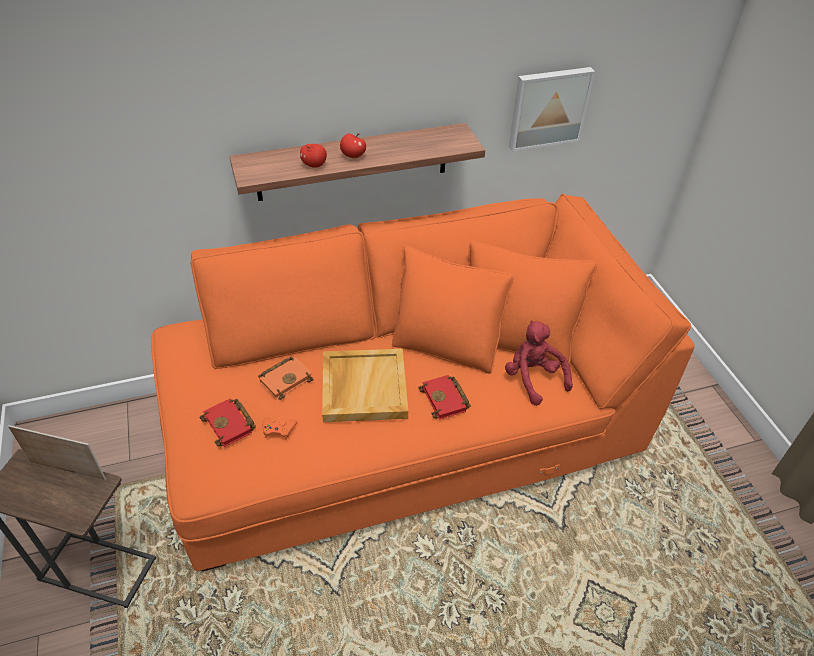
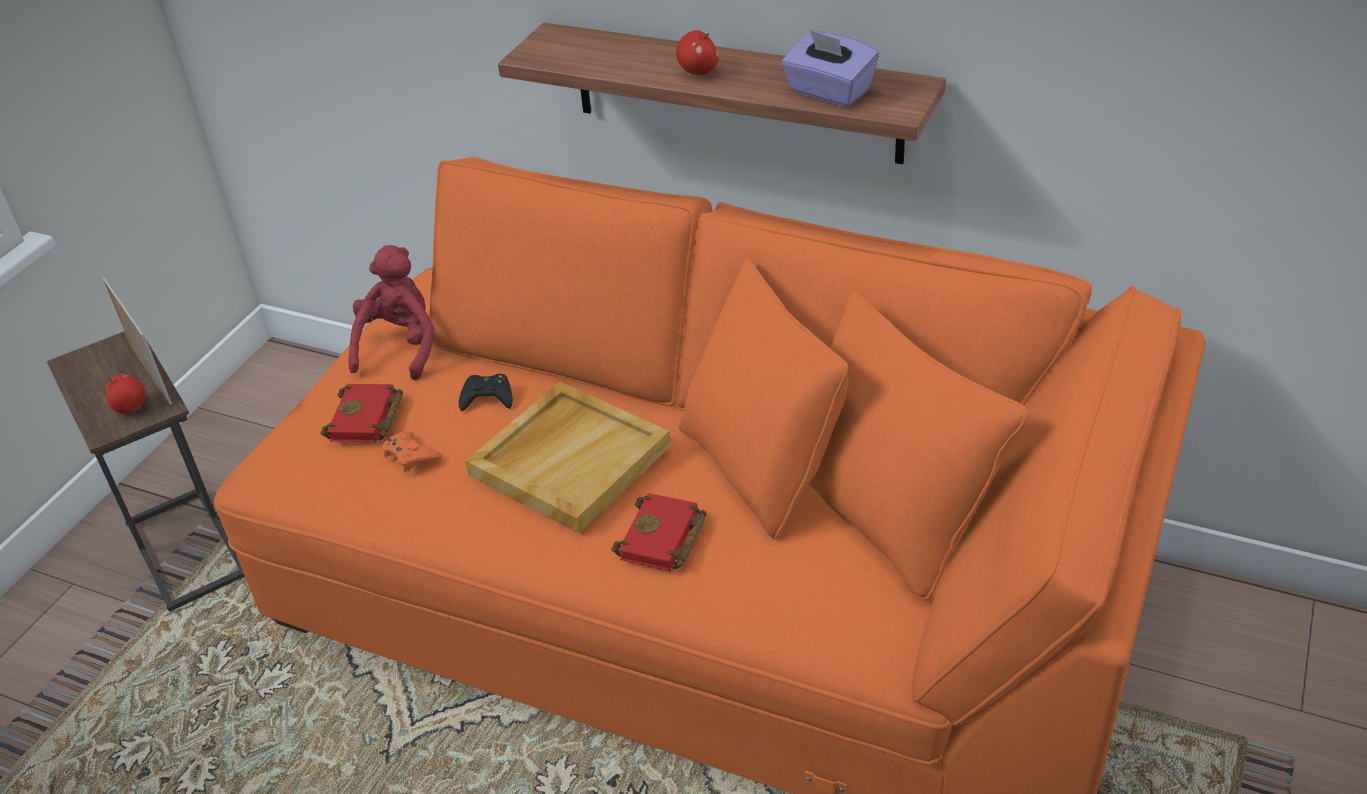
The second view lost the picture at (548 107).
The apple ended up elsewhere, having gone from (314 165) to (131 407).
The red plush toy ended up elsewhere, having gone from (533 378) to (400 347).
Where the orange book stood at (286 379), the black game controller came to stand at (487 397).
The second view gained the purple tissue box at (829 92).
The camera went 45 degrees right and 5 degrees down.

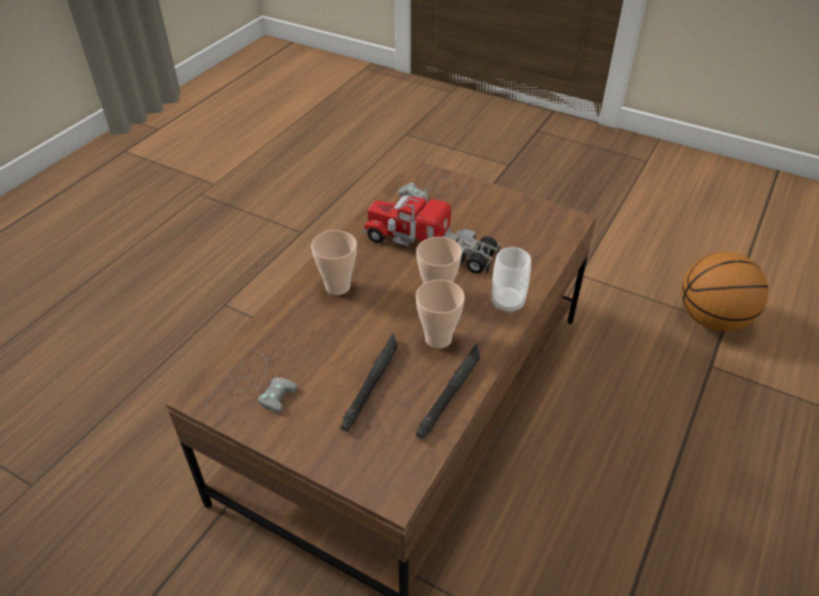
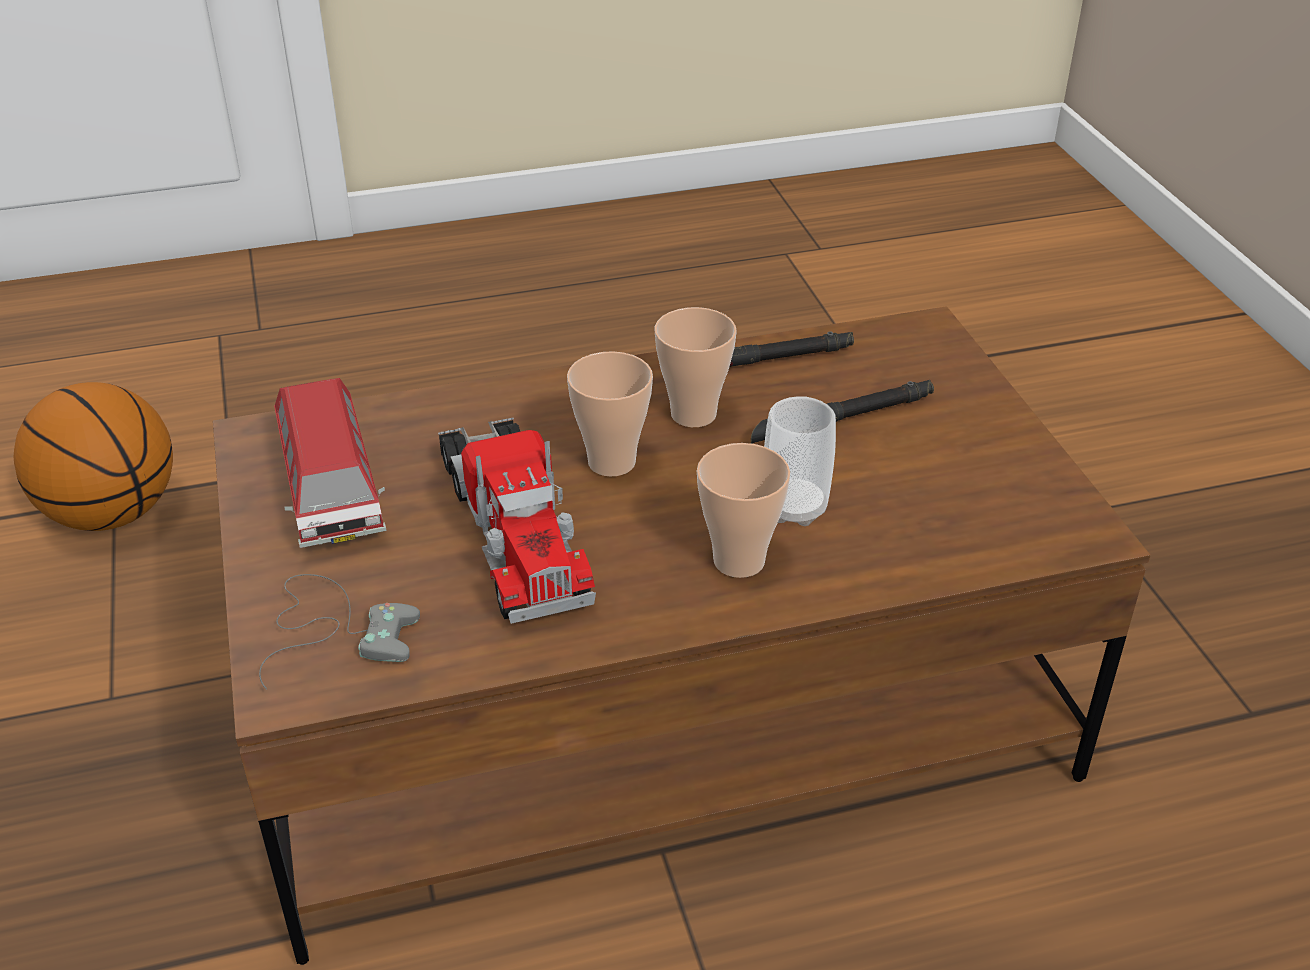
The cup ended up elsewhere, having gone from (507 303) to (794 508).
The second view lost the grey game controller at (254 383).
The second view gained the toy car at (331 491).
The camera went 135 degrees left and 5 degrees down.

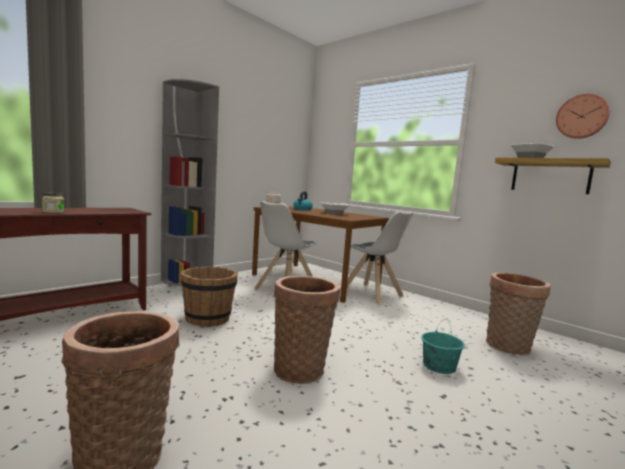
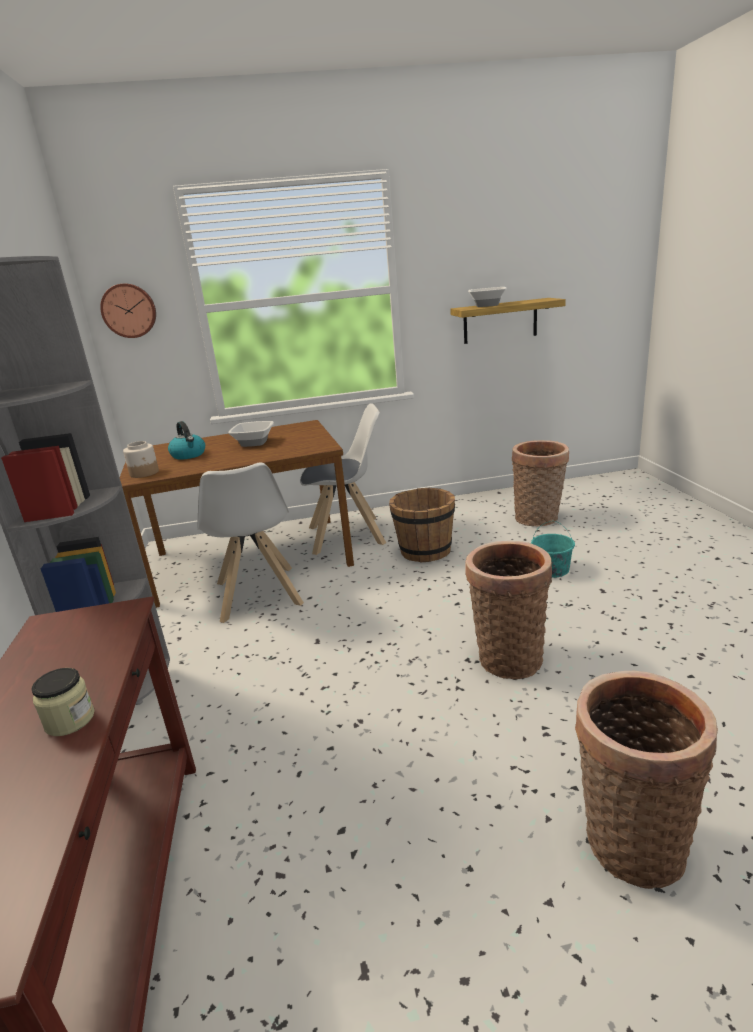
The wall clock ended up elsewhere, having gone from (582 116) to (129 310).
The brown bucket ended up elsewhere, having gone from (208 318) to (425 551).
The camera went 50 degrees left and 15 degrees up.

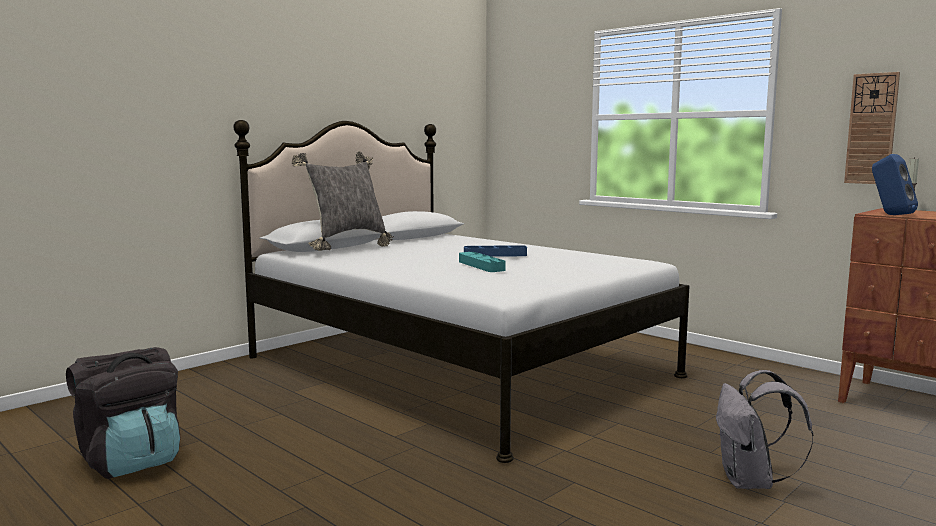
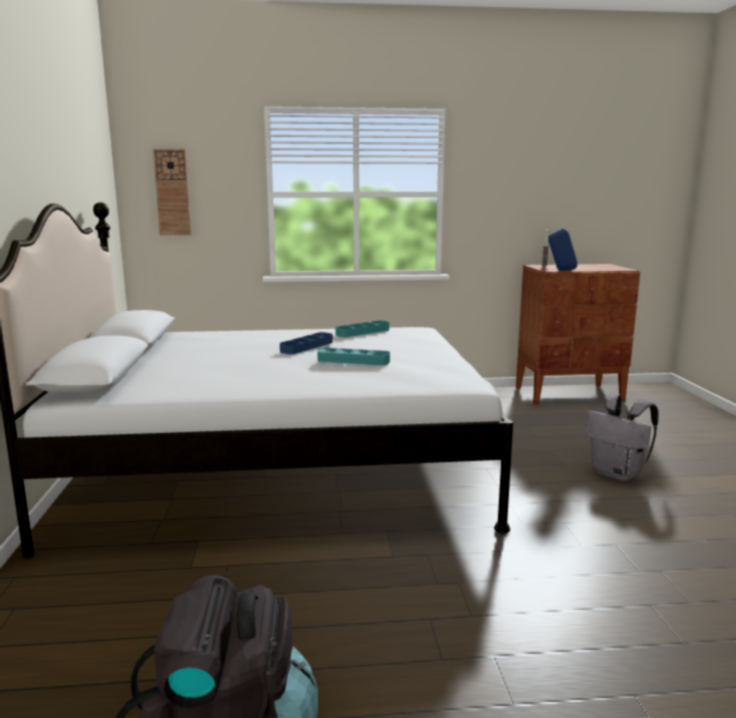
The wall clock ended up elsewhere, having gone from (871 129) to (172 192).
The second view lost the pillow at (345 249).
The second view gained the turquoise tray at (362 332).
The camera went 50 degrees left and 5 degrees up.

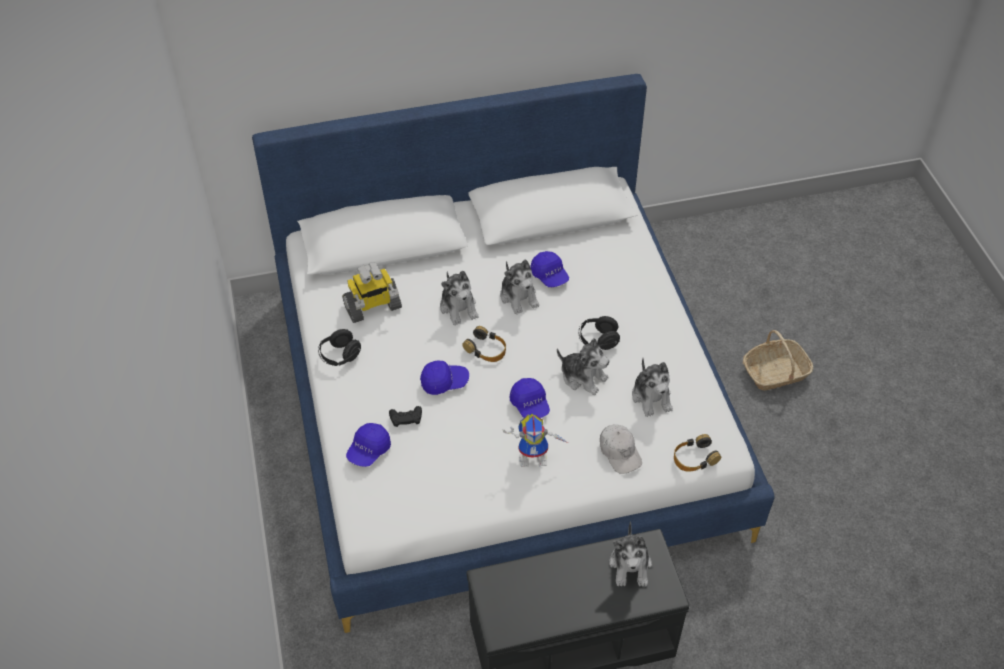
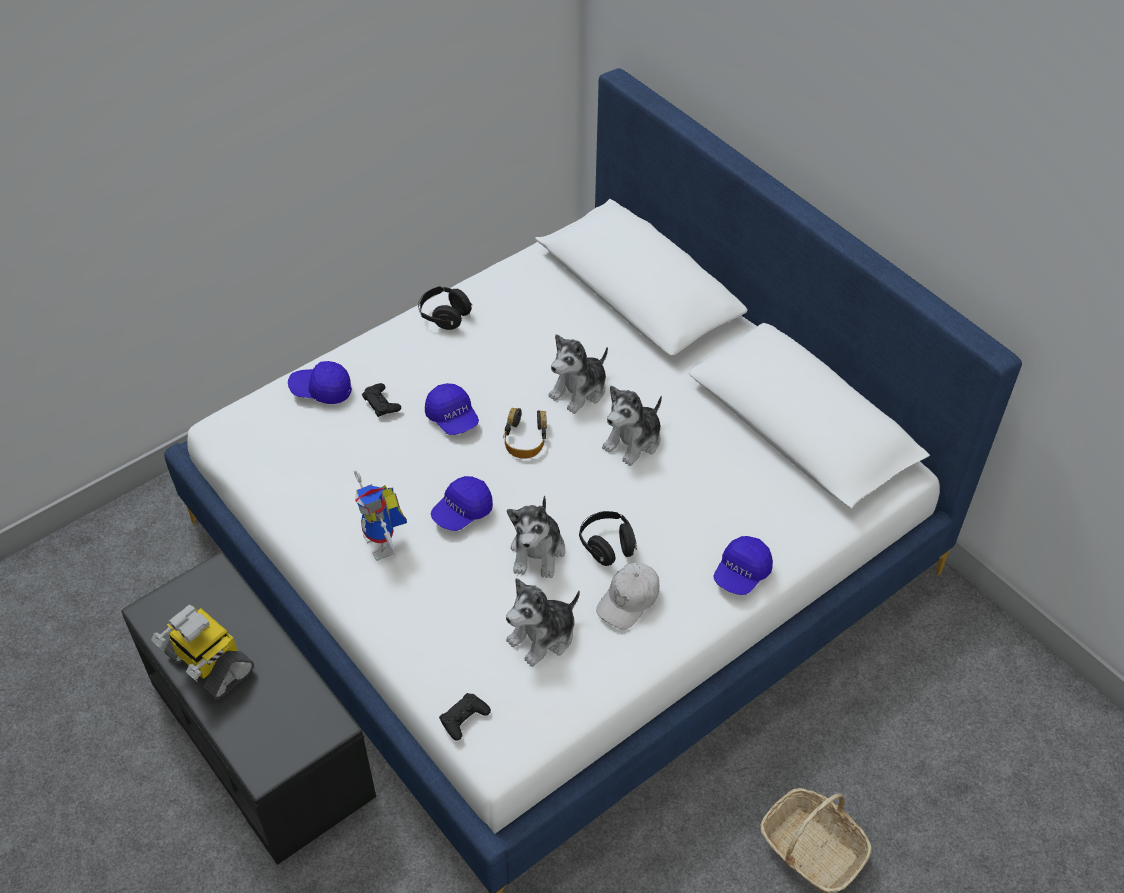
The blue cap ended up elsewhere, having gone from (549 276) to (741 573).
The toy robot ended up elsewhere, having gone from (372 307) to (208 664).
The white cap ended up elsewhere, having gone from (619 452) to (629 600).
Where the headphones stood at (694 458), the black game controller came to stand at (464 718).
The second view lost the plush toy at (630 565).
The camera went 65 degrees right and 0 degrees up.

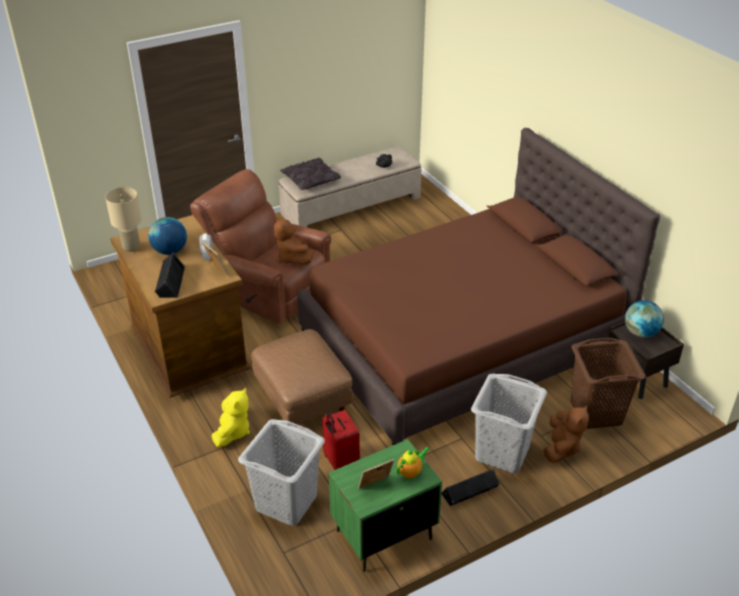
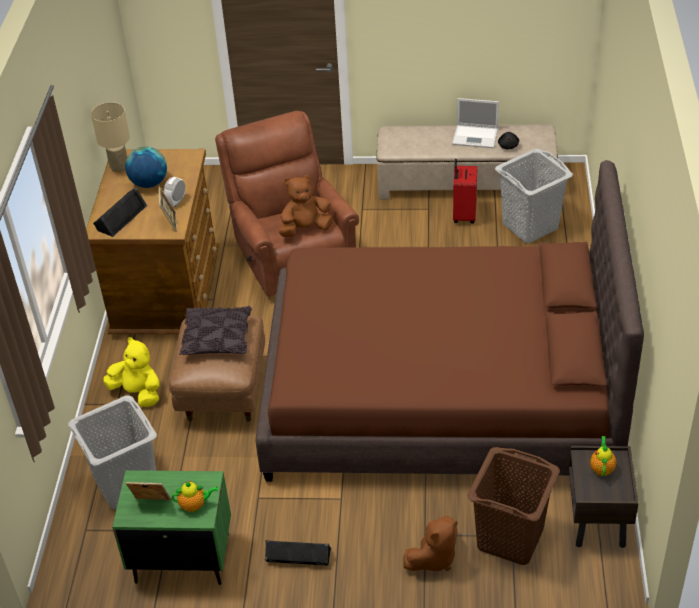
The black pillow ended up elsewhere, having gone from (310 180) to (217 338).
The brown plush toy at (293 258) ended up facing another way, 60 degrees clockwise from before.
Where the globe stood at (640 333), the teapot came to stand at (602 468).
The grey laundry basket ended up elsewhere, having gone from (502 452) to (530 226).
The yellow plush toy at (232 432) ended up facing another way, 105 degrees counterclockwise from before.
The red suitcase ended up elsewhere, having gone from (340 463) to (463 215).
The second view gained the laptop at (476 136).
The camera went 35 degrees right and 5 degrees up.

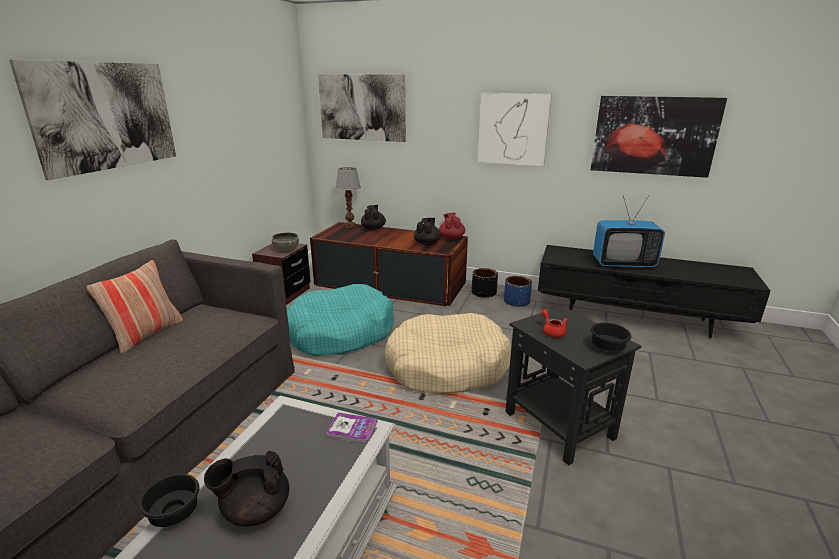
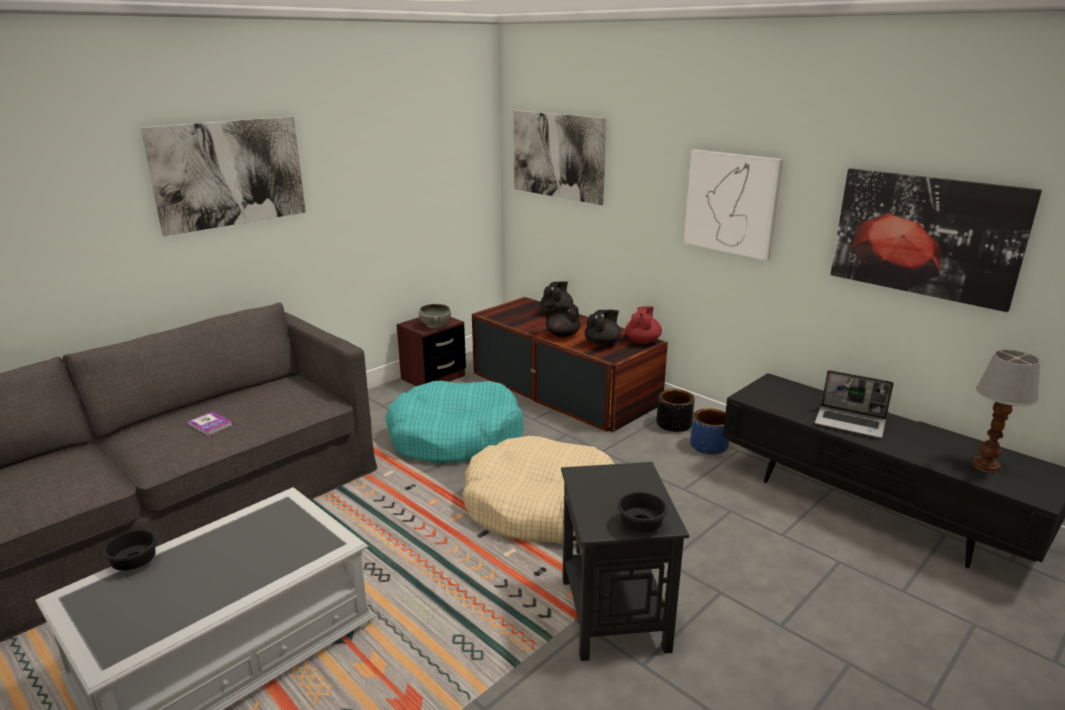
The table lamp ended up elsewhere, having gone from (350 225) to (985 465).
Where the television stood at (623 264), the laptop came to stand at (851 423).
The second view lost the pillow at (146 334).
The second view lost the red teapot at (552 331).
The book ended up elsewhere, having gone from (352 429) to (210 424).
The black teapot ended up elsewhere, having gone from (255 510) to (561 335).
The camera went 25 degrees right and 0 degrees up.

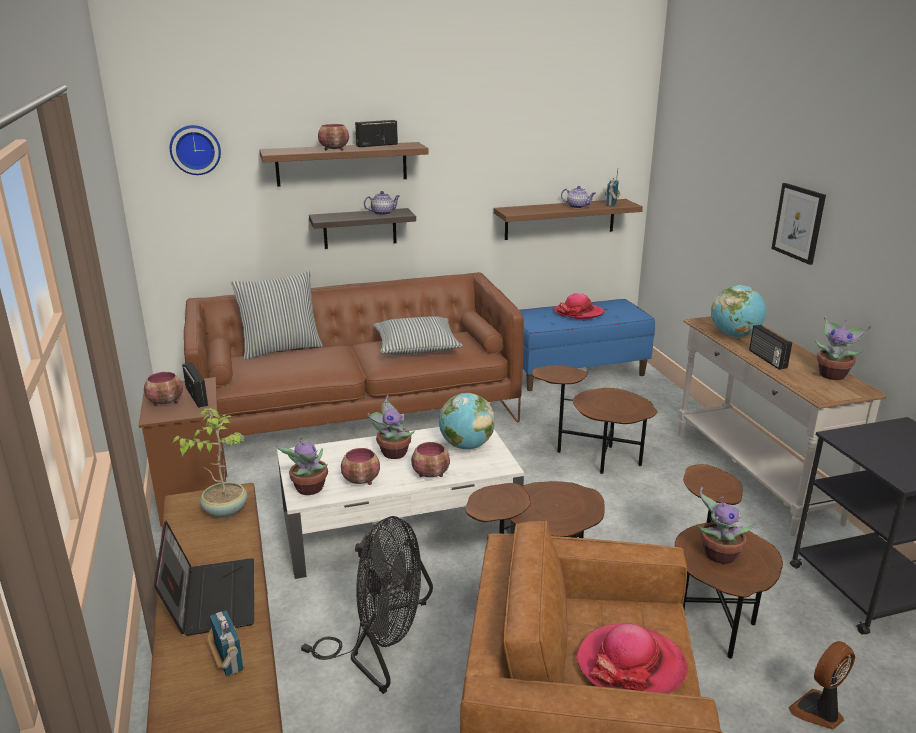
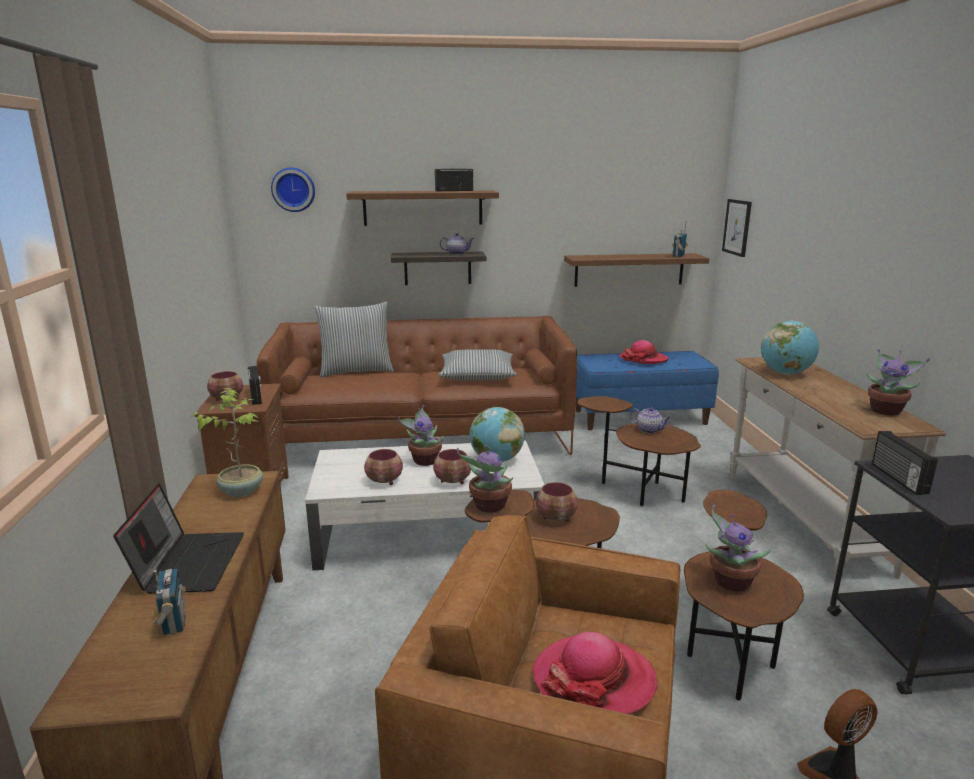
The bowl ended up elsewhere, having gone from (335 150) to (557 518).
The picture ended up elsewhere, having gone from (798 223) to (737 227).
The teapot ended up elsewhere, having gone from (578 207) to (649 430).
The radio ended up elsewhere, having gone from (766 359) to (897 478).
The potted plant ended up elsewhere, having gone from (308 489) to (488 506).
The second view lost the black fan at (379 643).
The camera went 10 degrees right and 5 degrees down.

